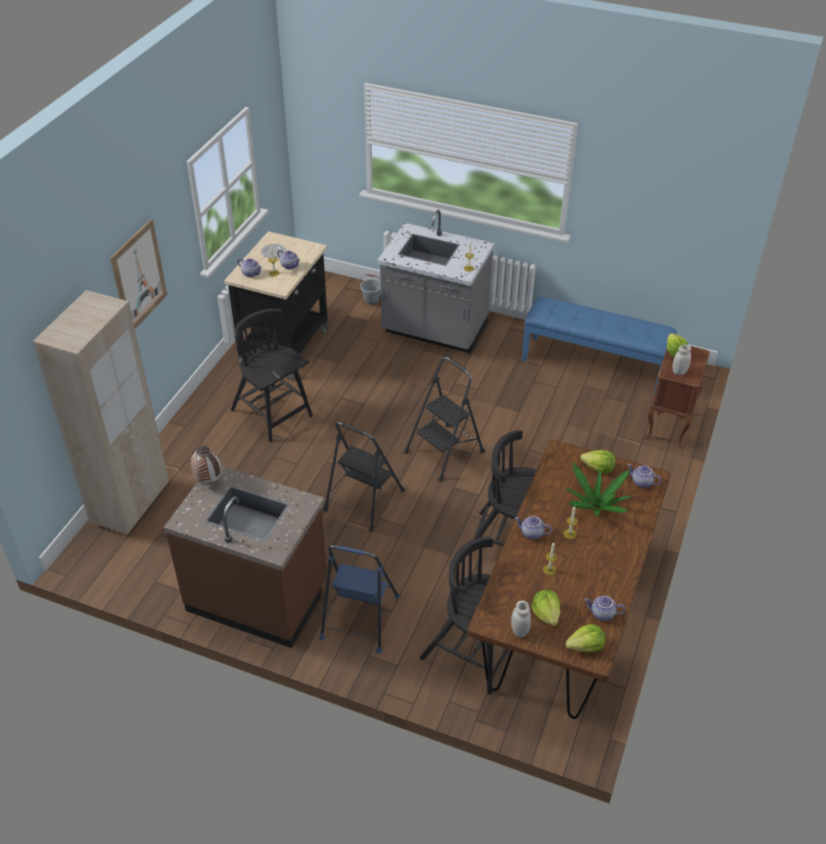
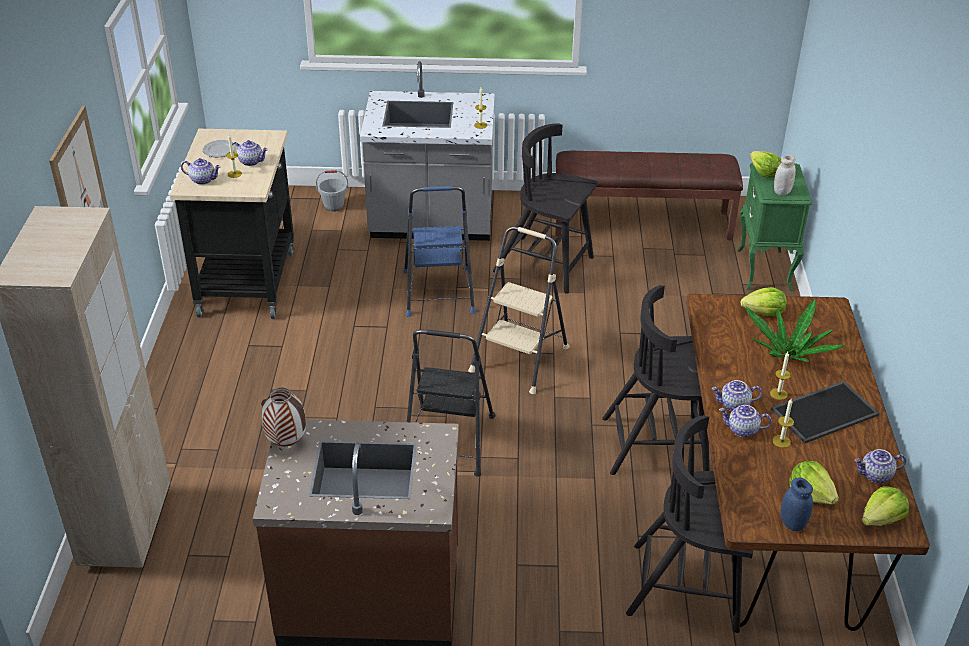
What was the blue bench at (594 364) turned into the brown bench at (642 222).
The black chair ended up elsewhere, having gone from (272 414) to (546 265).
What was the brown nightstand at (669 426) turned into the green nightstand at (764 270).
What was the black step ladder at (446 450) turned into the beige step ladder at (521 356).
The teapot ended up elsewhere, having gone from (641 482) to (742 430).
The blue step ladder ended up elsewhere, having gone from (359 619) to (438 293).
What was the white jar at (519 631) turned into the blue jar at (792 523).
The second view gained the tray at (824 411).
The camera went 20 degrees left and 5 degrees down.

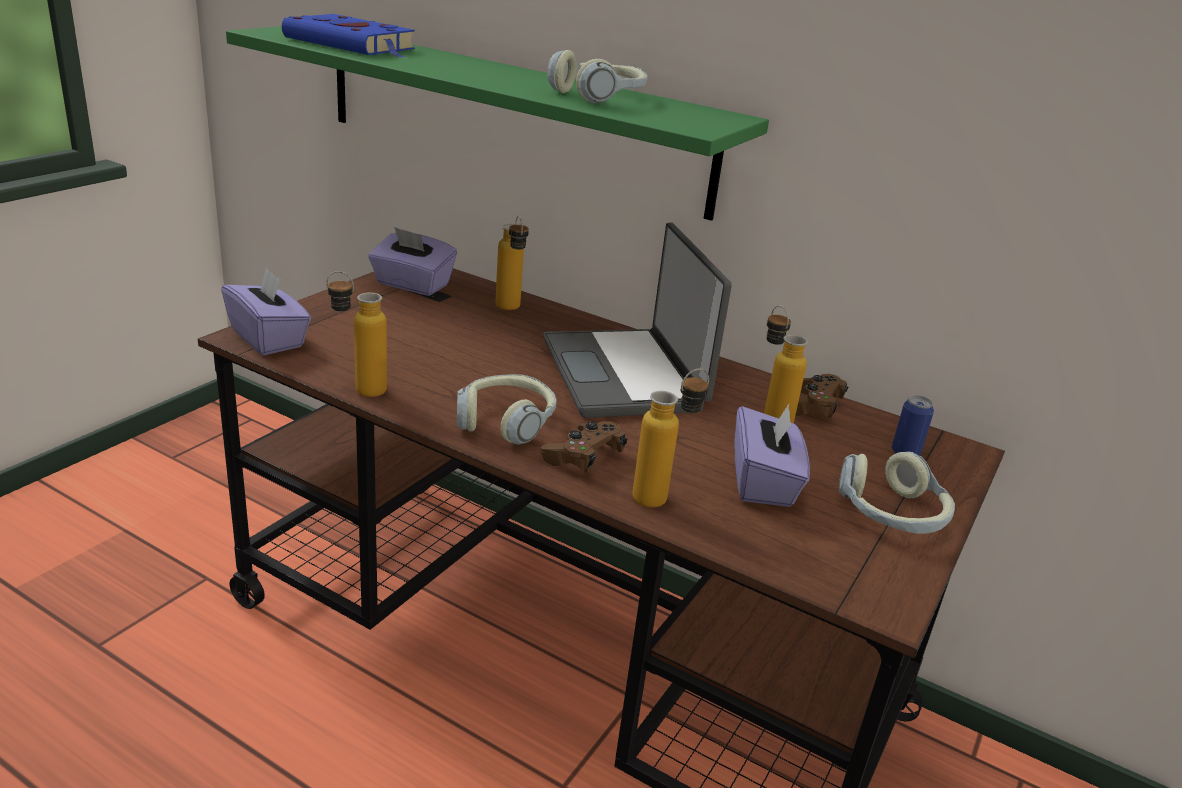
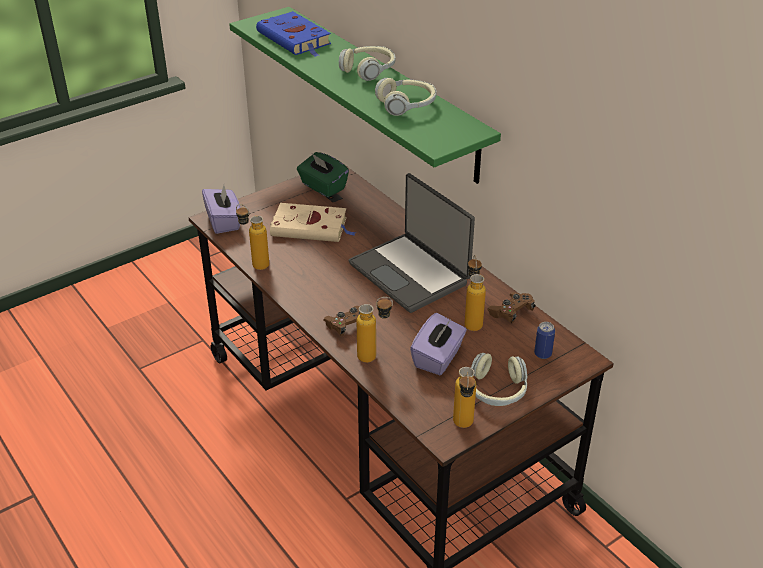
The bottle ended up elsewhere, having gone from (510 310) to (463 427).
The laptop at (625 375) ended up facing another way, 45 degrees counterclockwise from before.
What was the purple tissue box at (412 285) turned into the green tissue box at (323 187).
The headphones ended up elsewhere, having gone from (506 421) to (369 70).
The second view gained the beige book at (311 227).
The camera went 25 degrees right and 10 degrees up.

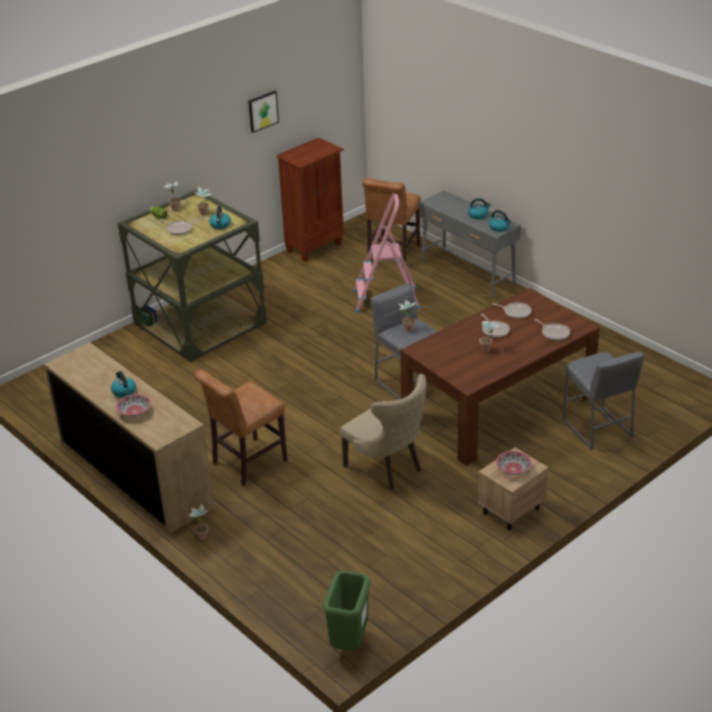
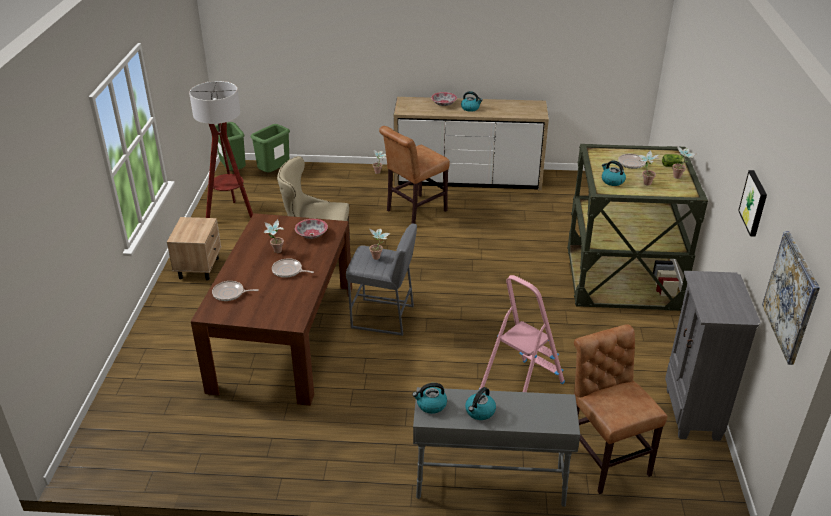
What was the brown cabinet at (315 248) turned into the grey cabinet at (690 415).
The second view lost the frying pan at (515 312).
The second view lost the grey stool at (598 429).
The brown chair at (246 463) ended up facing another way, 135 degrees counterclockwise from before.
The bowl ended up elsewhere, having gone from (513 469) to (311 234).
The second view gained the floor lamp at (231 215).
The second view gained the green trash can at (274 173).
The second view gained the picture at (791 297).
The camera went 135 degrees right and 0 degrees up.

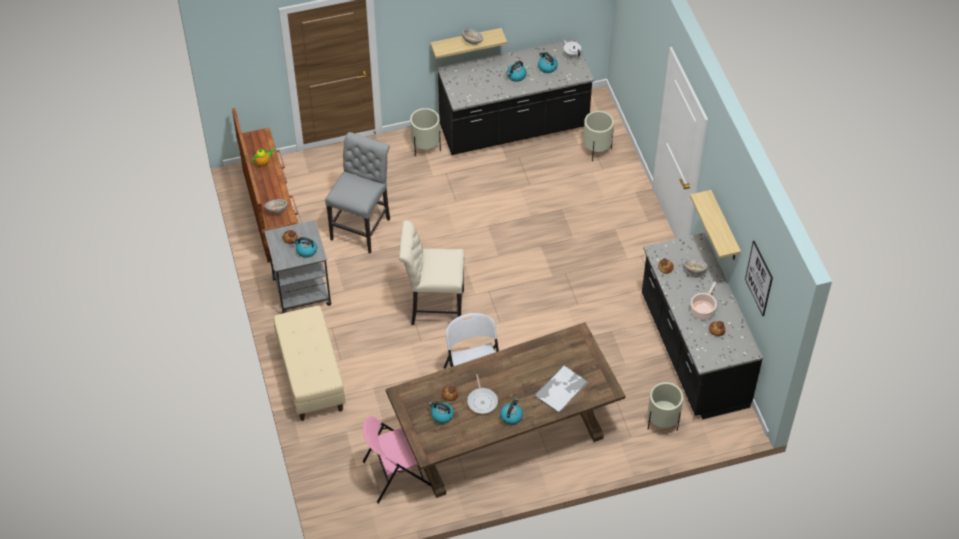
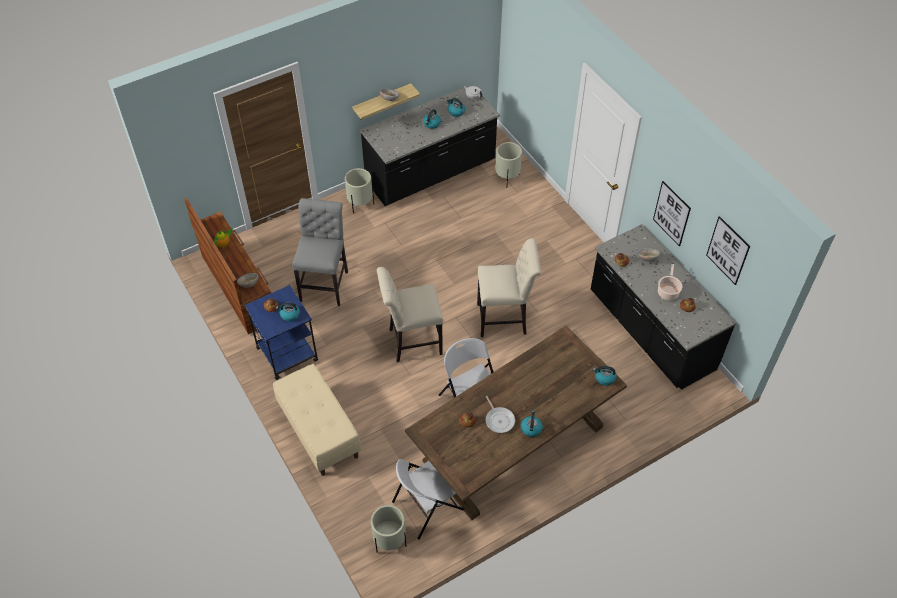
Where the shelf hung at (724 227), the picture came to hang at (671 213).
What was the grey cart at (301 290) turned into the blue cart at (286 353).
The second view lost the tray at (561 389).
The beige planter ended up elsewhere, having gone from (662 422) to (389 541).
The kettle ended up elsewhere, having gone from (441 415) to (604 378).
What was the pink chair at (397 473) turned into the white chair at (428 505).
The second view gained the beige stool at (505 319).
The camera went 15 degrees left and 0 degrees up.

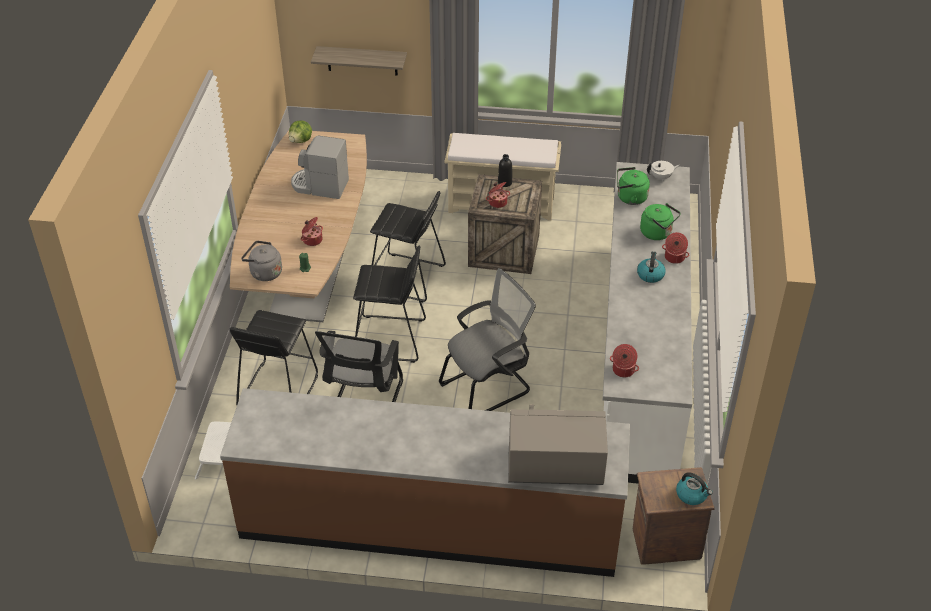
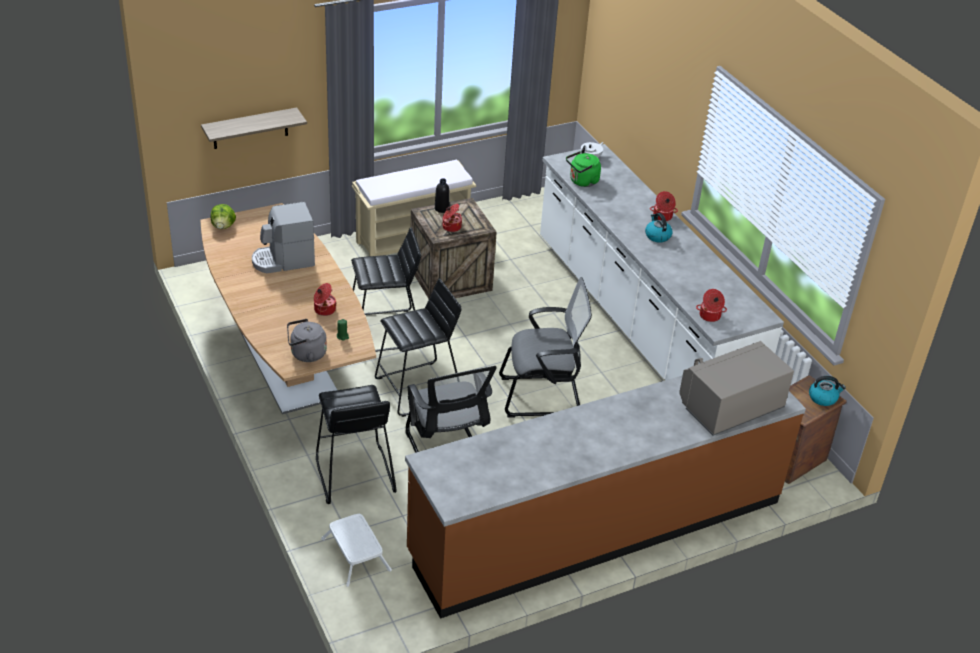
The second view lost the green kettle at (657 233).
The chair at (488 388) ended up facing another way, 60 degrees clockwise from before.
The camera went 35 degrees left and 5 degrees down.

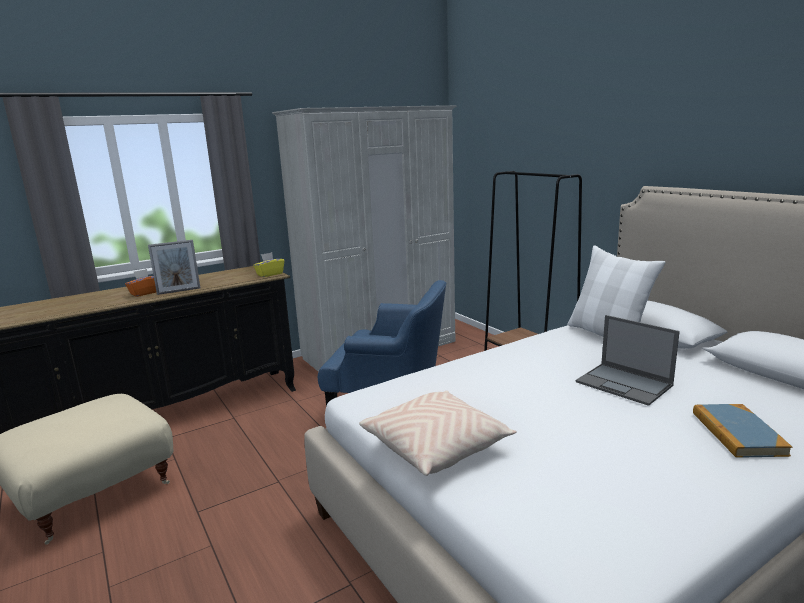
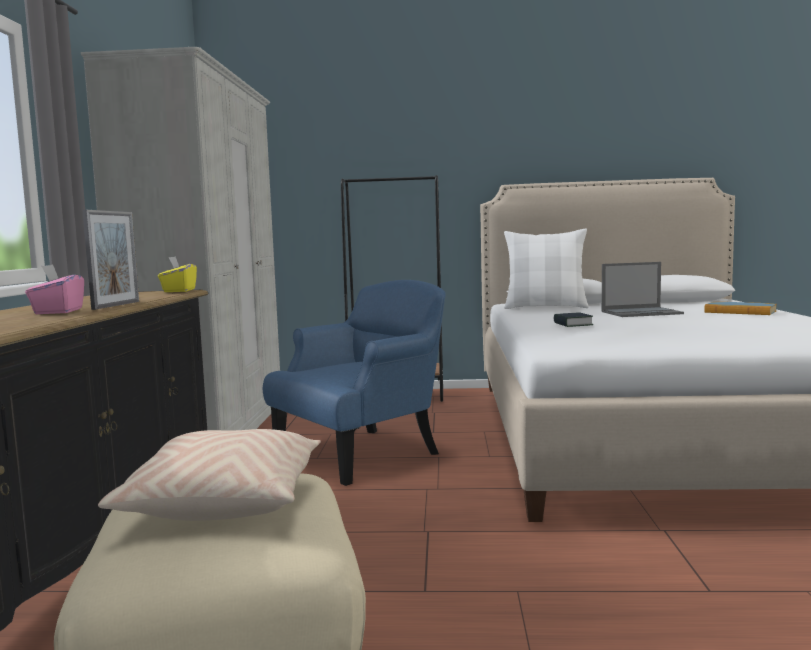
What was the orange tissue box at (145 293) turned into the pink tissue box at (58 312).
The beige pillow ended up elsewhere, having gone from (436 446) to (225 501).
The second view gained the book at (572 324).
The camera went 55 degrees left and 10 degrees down.

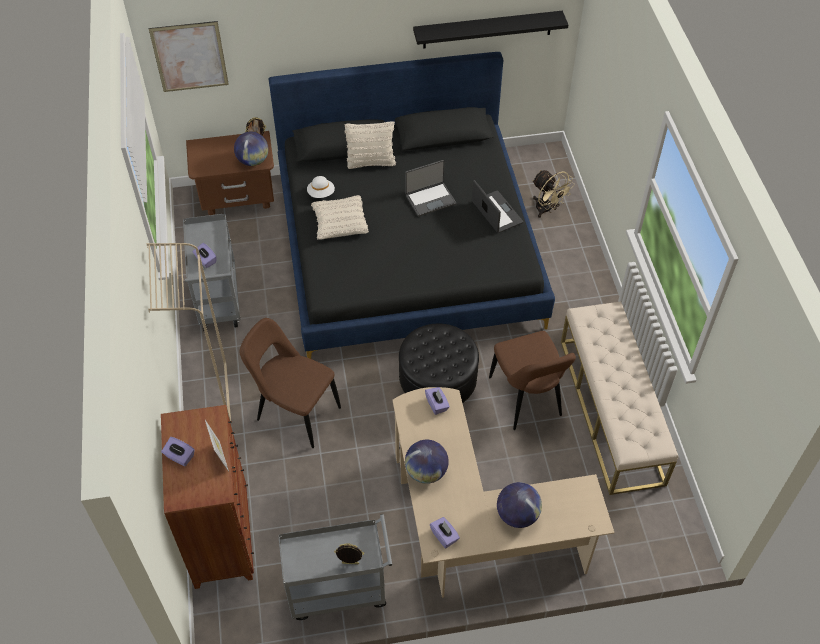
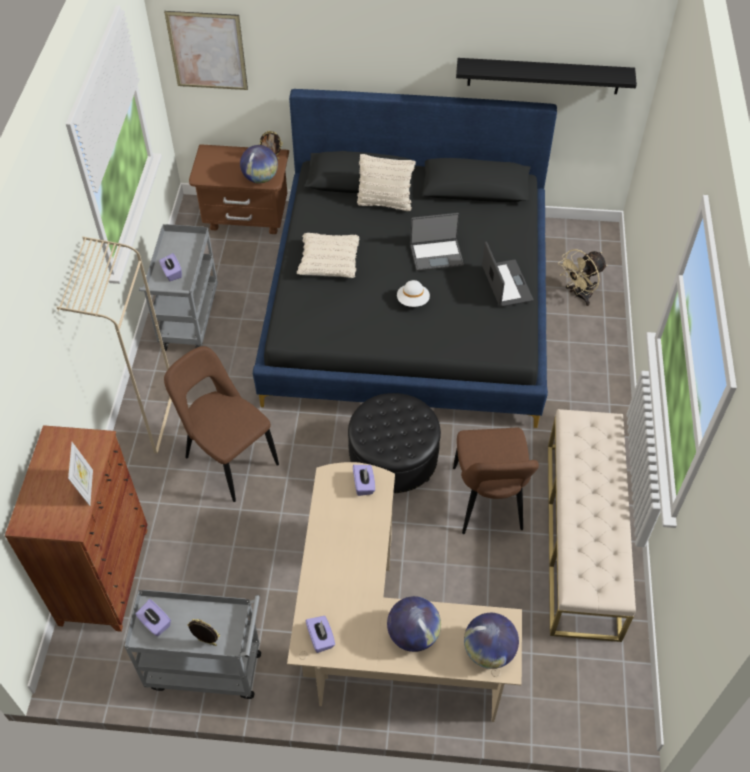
The beige fan at (547 210) ended up facing another way, 75 degrees clockwise from before.
The white hat ended up elsewhere, having gone from (321 193) to (413 301).
The purple tissue box ended up elsewhere, having gone from (179 457) to (155 623).
The globe ended up elsewhere, having gone from (426 472) to (489 651).
The camera went 15 degrees right and 0 degrees up.

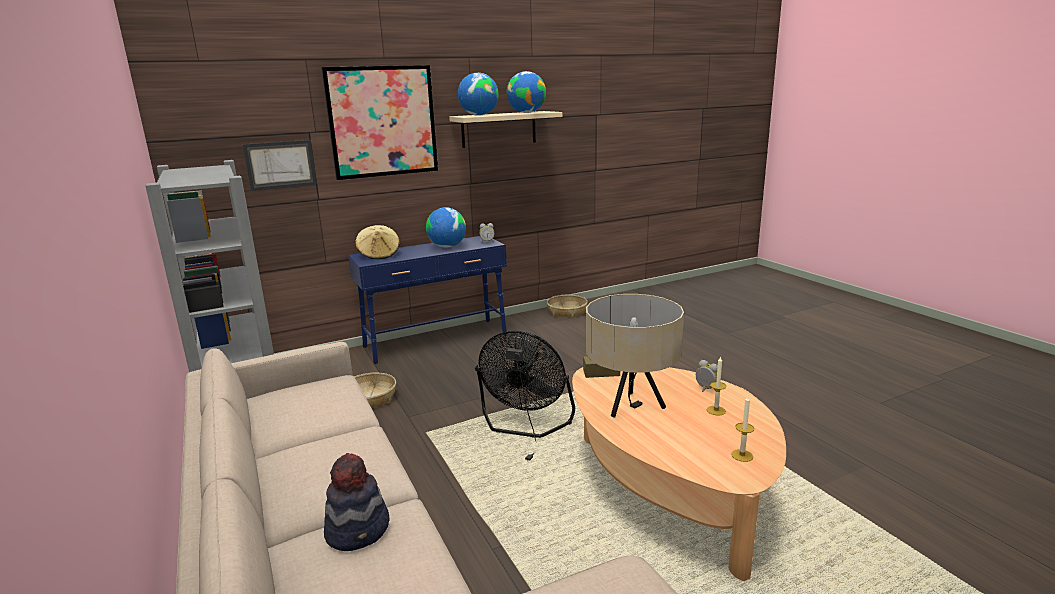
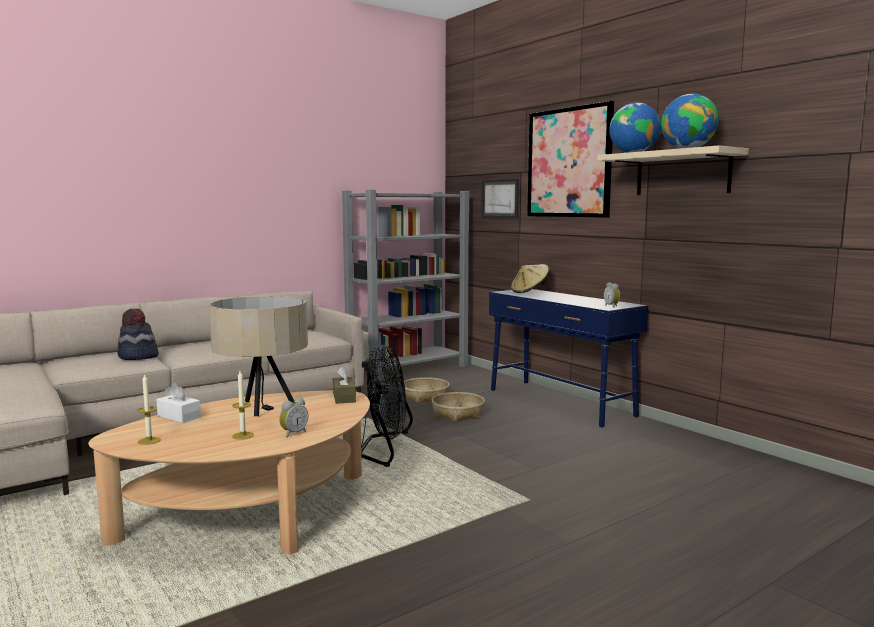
The second view lost the globe at (447 246).
The basket ended up elsewhere, having gone from (567 311) to (457 413).
The second view gained the white tissue box at (179 416).
The camera went 80 degrees right and 10 degrees down.

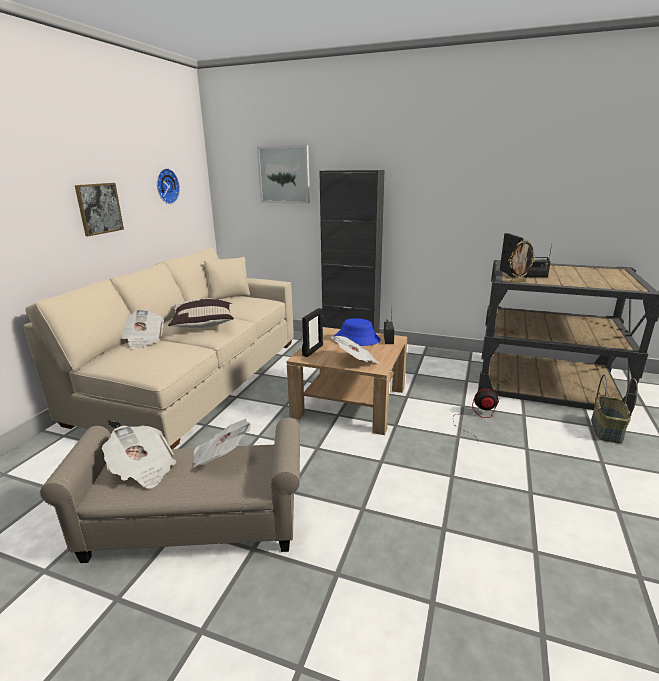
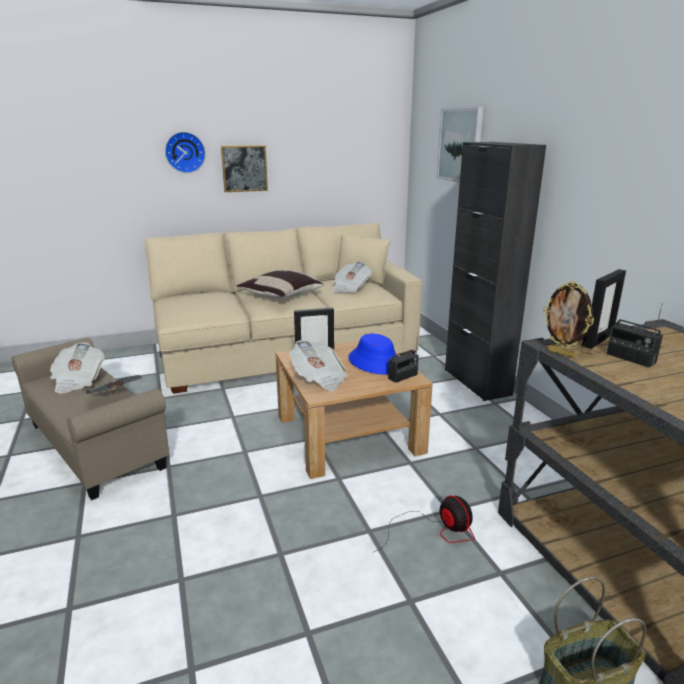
The wall clock ended up elsewhere, having gone from (166 186) to (185 152).
The newspaper ended up elsewhere, having gone from (143 340) to (350 288).
The camera went 50 degrees right and 0 degrees up.

